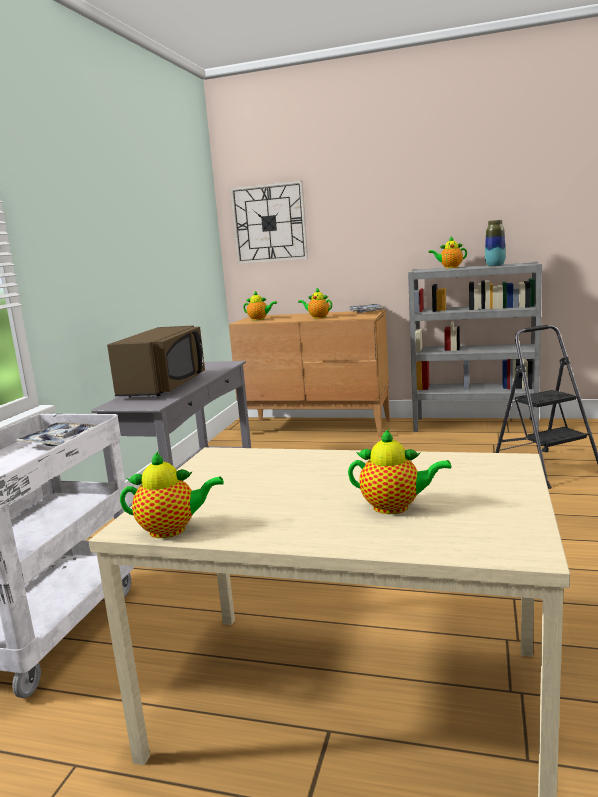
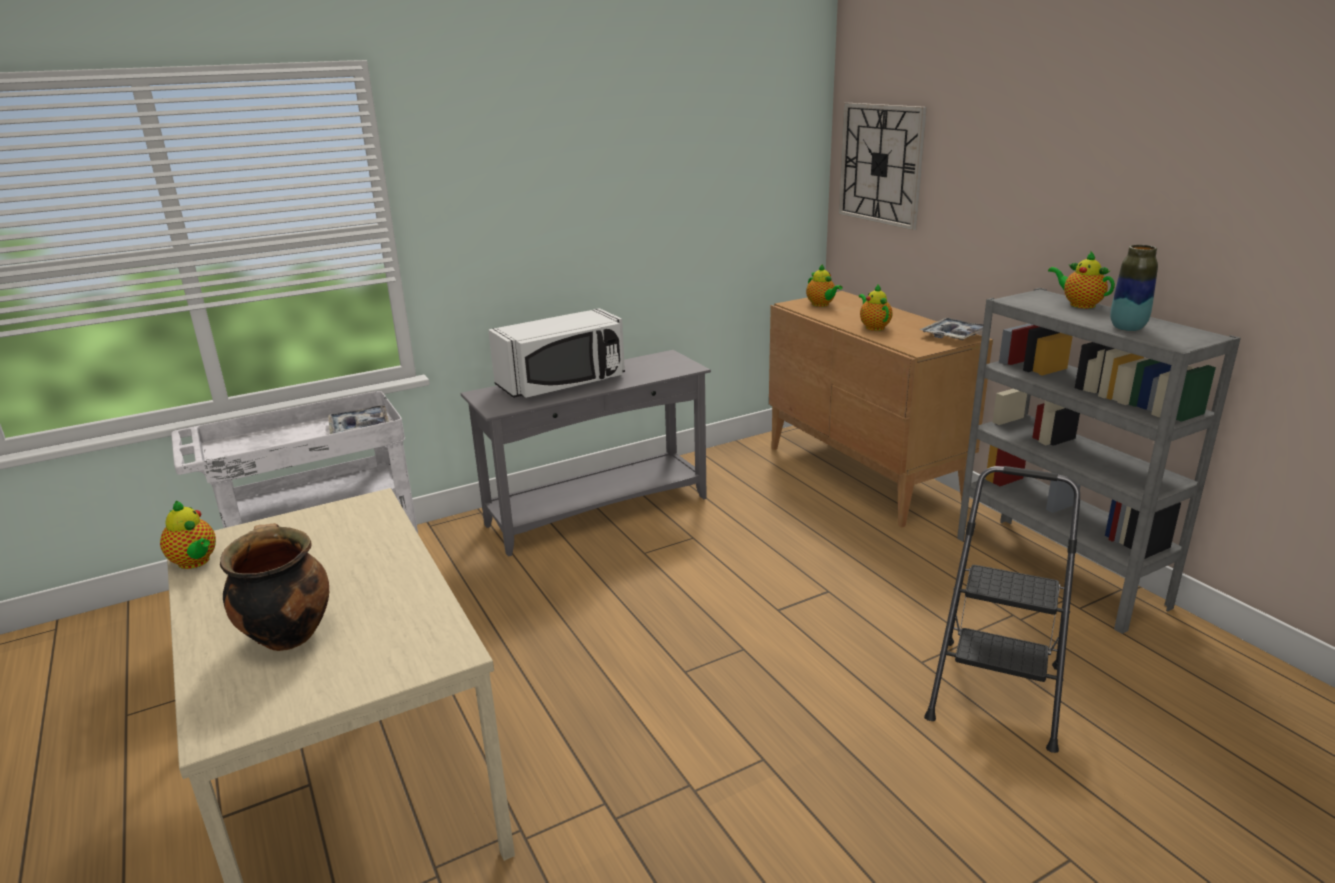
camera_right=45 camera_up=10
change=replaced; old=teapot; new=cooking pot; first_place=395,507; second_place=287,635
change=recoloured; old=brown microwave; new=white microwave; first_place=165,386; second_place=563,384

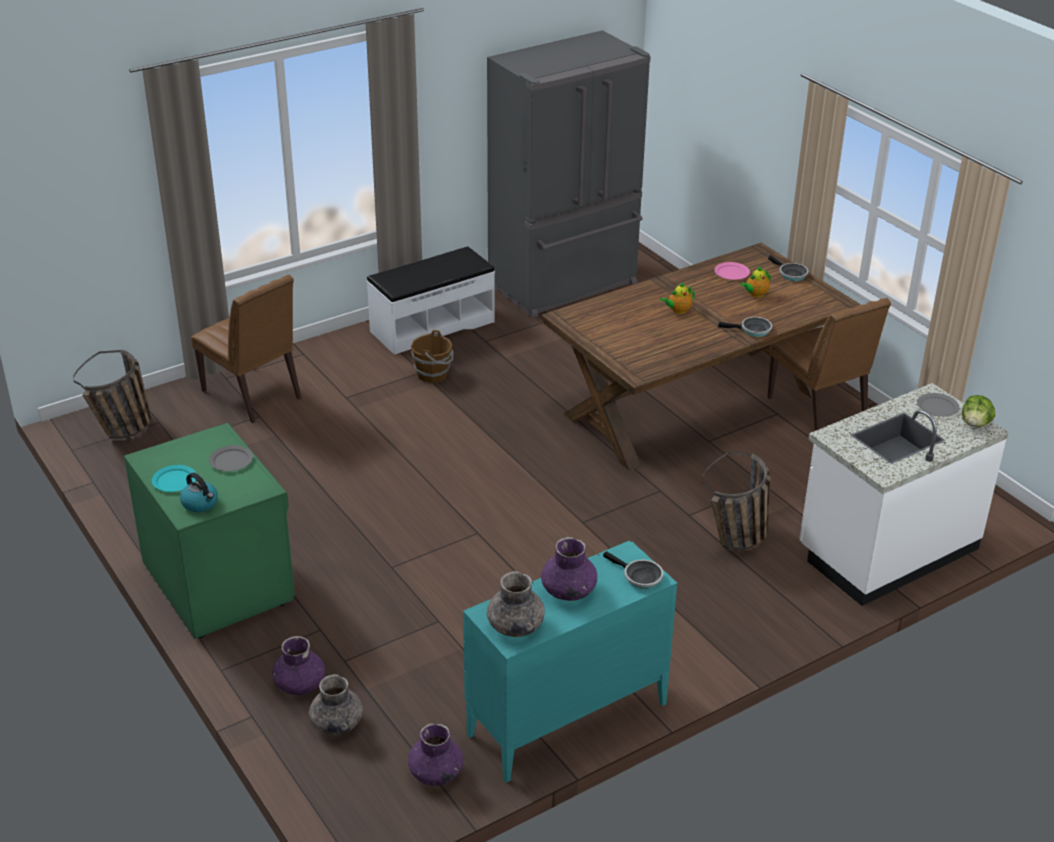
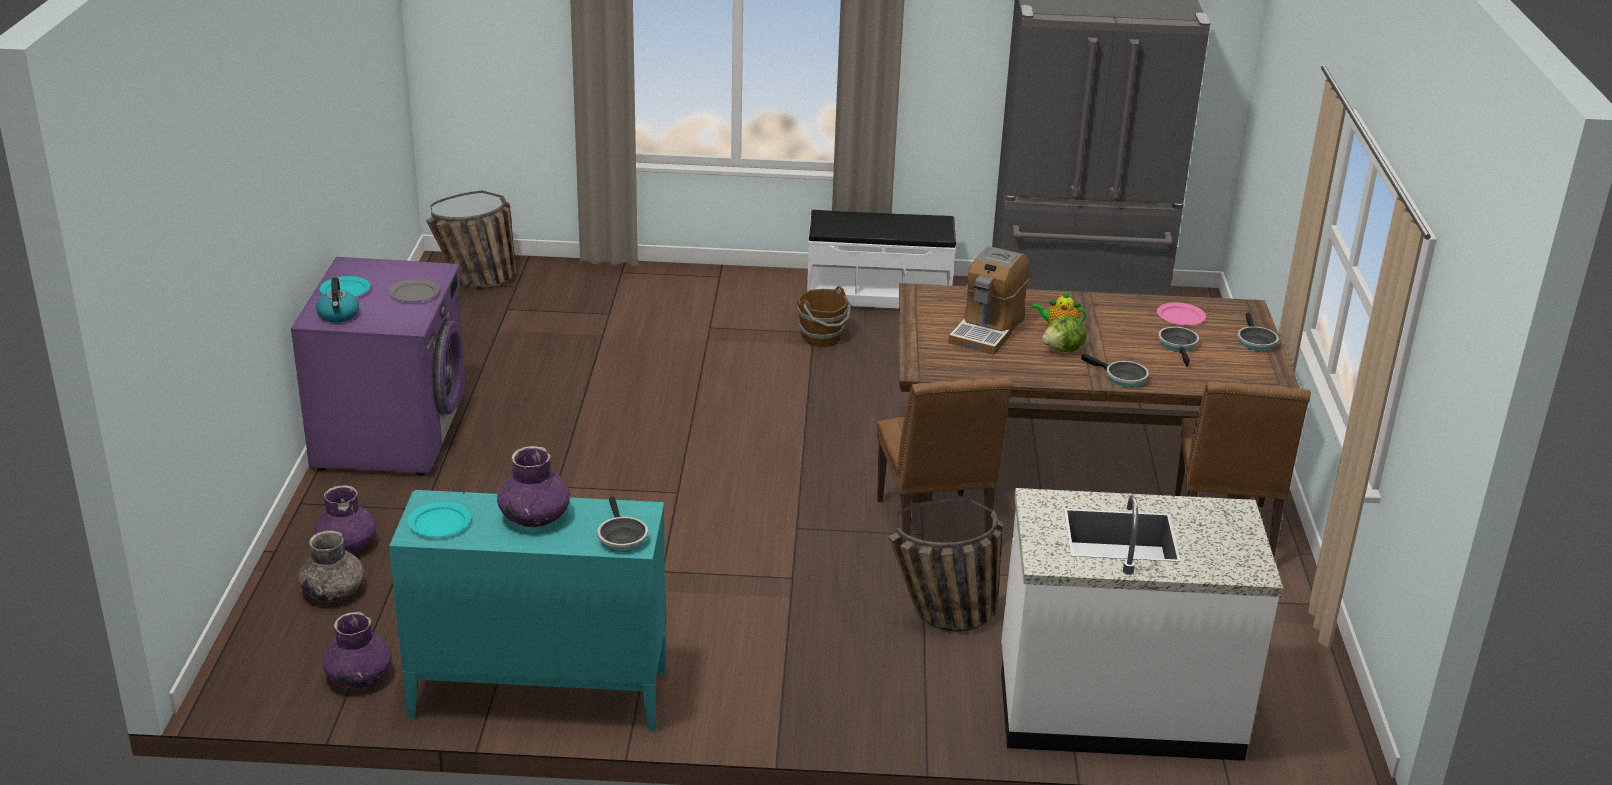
camera_right=35 camera_up=-5
change=recoloured; old=green washing machine; new=purple washing machine; first_place=220,582; second_place=394,433
change=replaced; old=grey vase; new=turquoise plate; first_place=515,625; second_place=439,522
change=moved; old=brown chair; first_place=251,394; second_place=932,528
change=added; new=coffee machine; second_place=987,330
change=moved; old=lettuce; first_place=975,424; second_place=1063,350
change=replaced; old=teapot; new=frying pan; first_place=755,294; second_place=1178,346
change=removed; old=grey plate; first_place=937,407

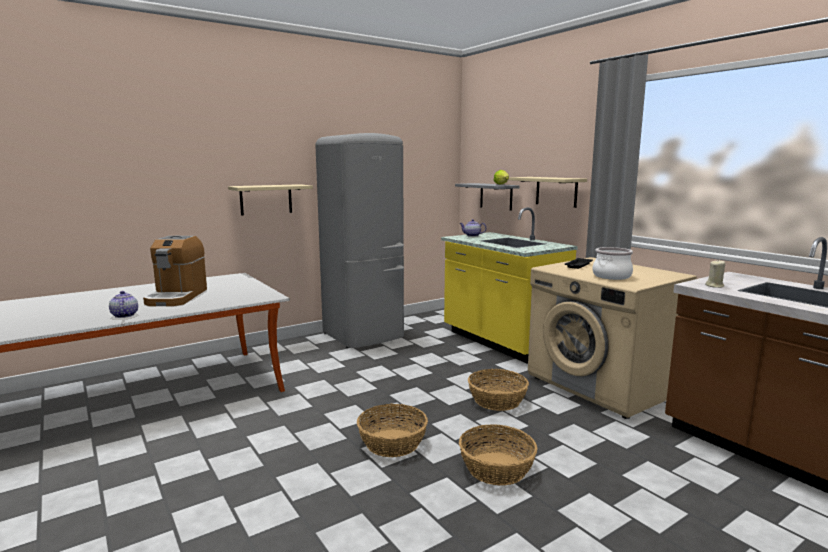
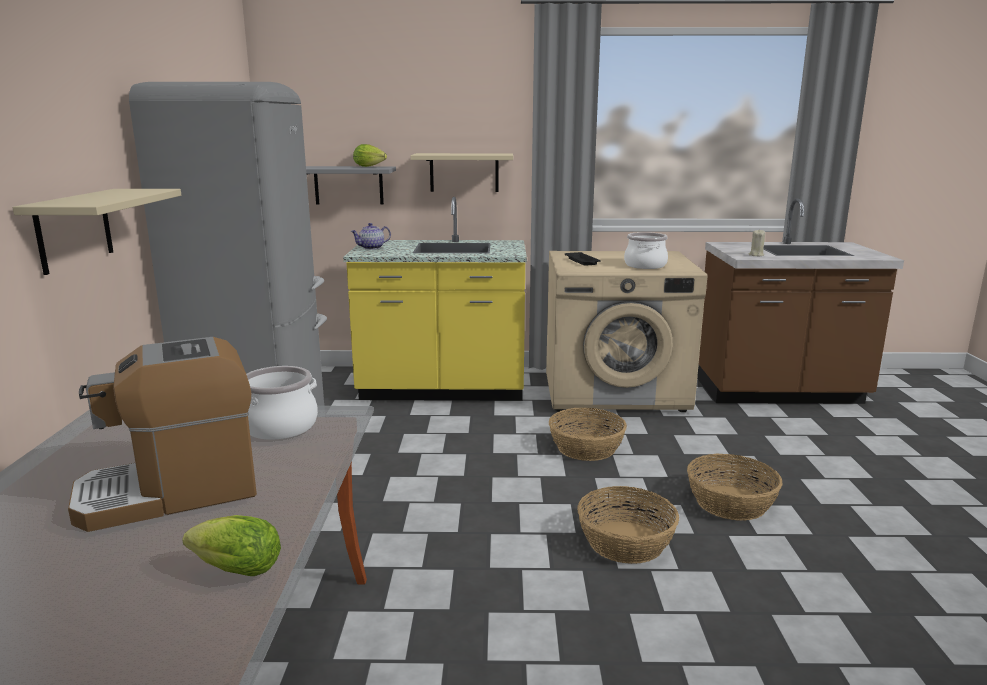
camera_right=-55 camera_up=5
change=turned; old=coffee machine; first_place=177,297; second_place=172,492; degrees=120
change=replaced; old=teapot; new=lettuce; first_place=124,315; second_place=232,570
change=added; new=cooking pot; second_place=280,427

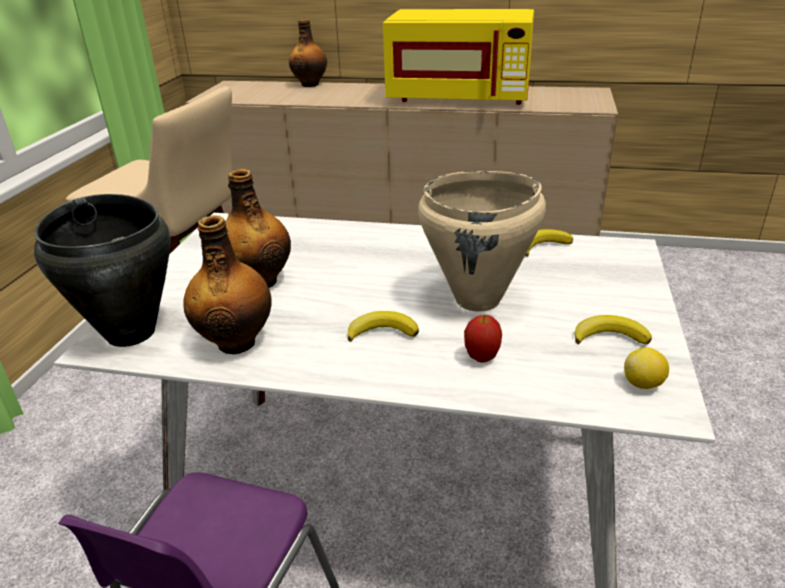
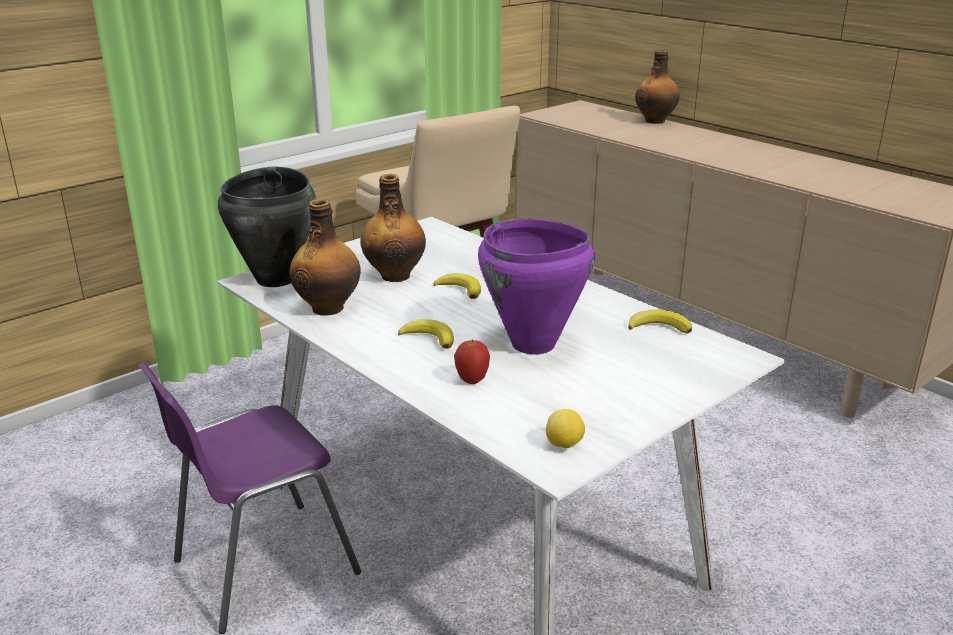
camera_right=35 camera_up=-5
change=moved; old=banana; first_place=609,336; second_place=460,289
change=recoloured; old=beige cooking pot; new=purple cooking pot; first_place=478,300; second_place=533,345
change=removed; old=yellow microwave; first_place=459,98

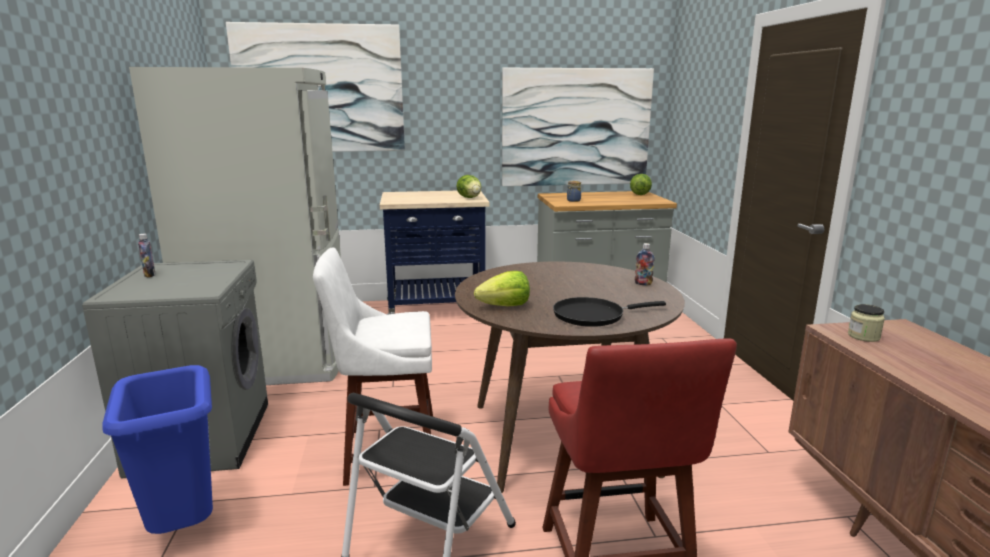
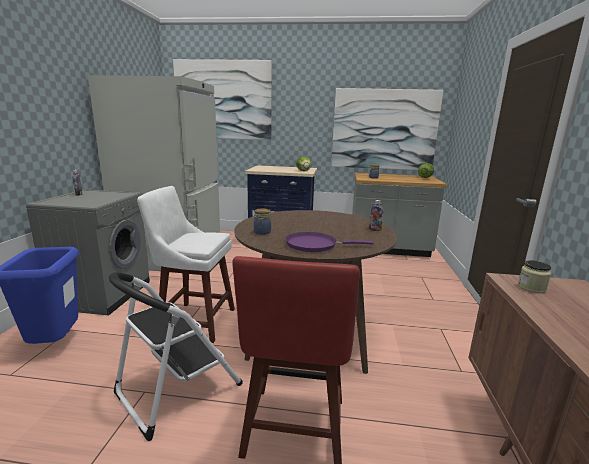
camera_right=15 camera_up=0
change=replaced; old=lettuce; new=jar; first_place=505,306; second_place=262,233
change=recoloured; old=black frying pan; new=purple frying pan; first_place=593,315; second_place=315,245

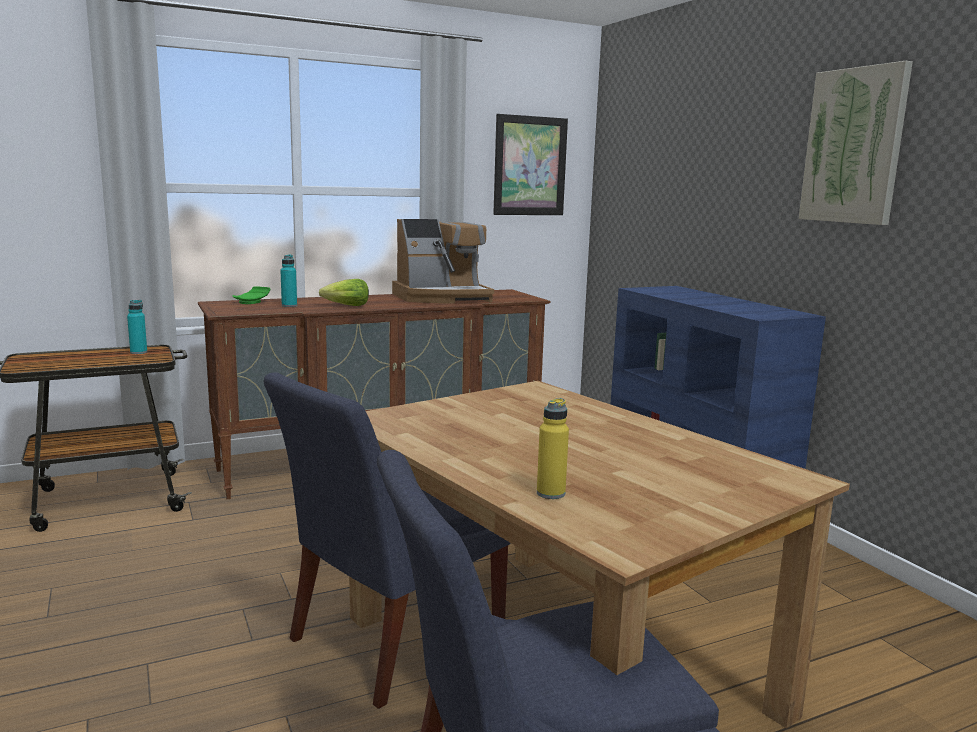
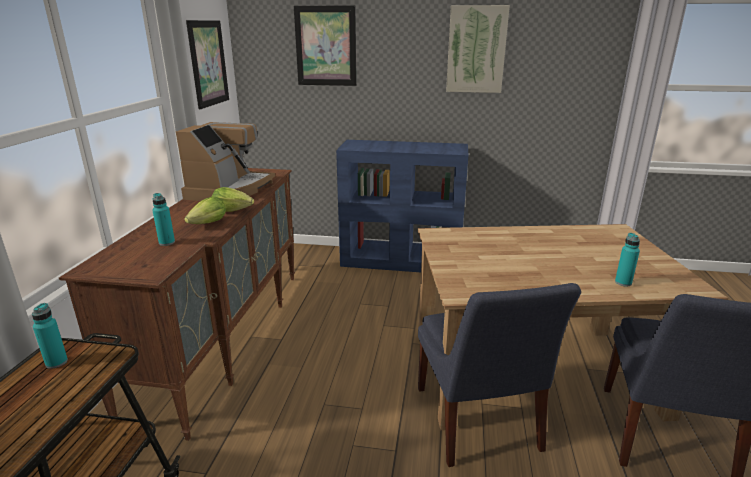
camera_right=-55 camera_up=10
change=added; new=lettuce; second_place=233,210
change=added; new=picture; second_place=326,46
change=recoloured; old=yellow bottle; new=turquoise bottle; first_place=550,493; second_place=623,282
change=removed; old=green plate; first_place=252,302

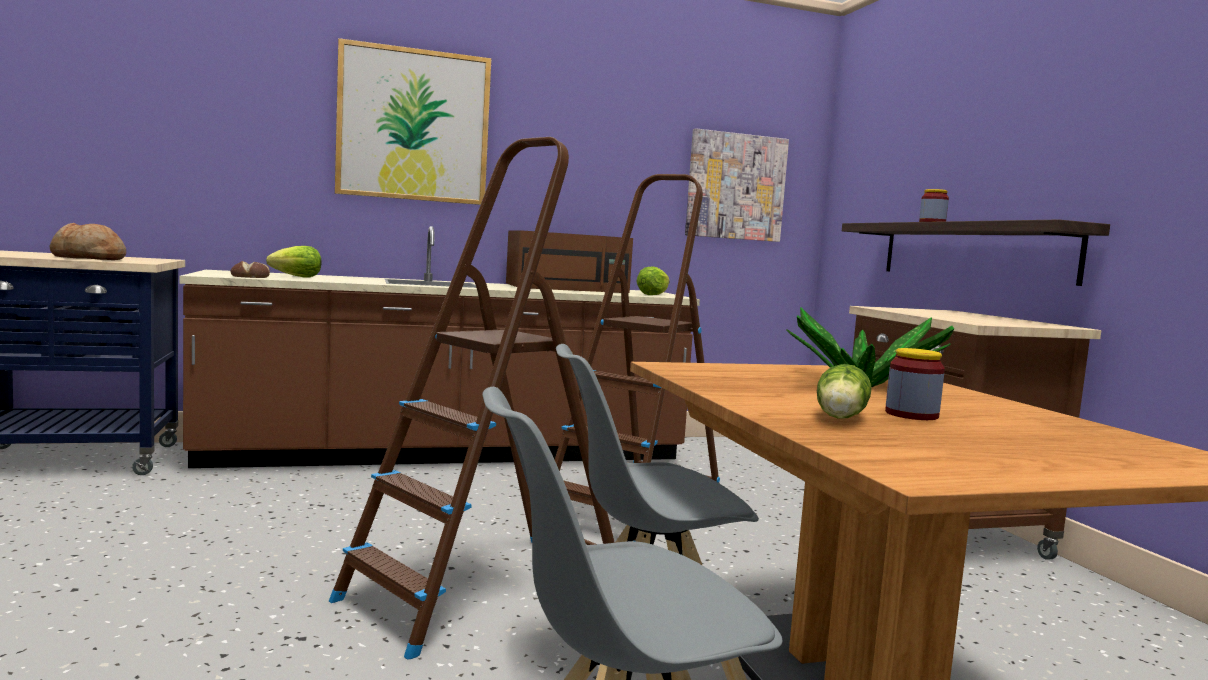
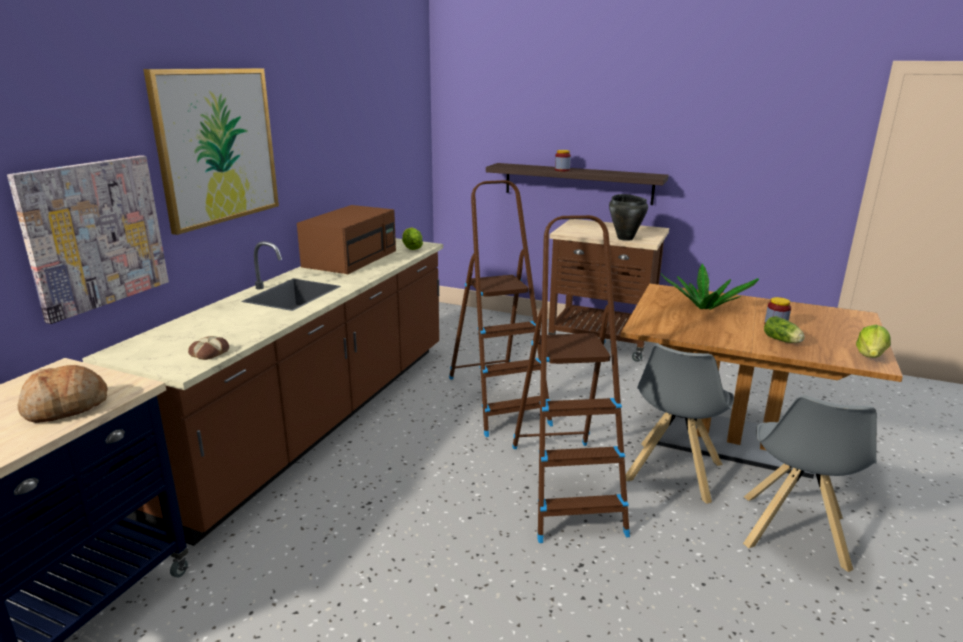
camera_right=-50 camera_up=15
change=moved; old=picture; first_place=735,186; second_place=95,234
change=added; new=black cooking pot; second_place=625,238
change=moved; old=lettuce; first_place=297,277; second_place=870,356

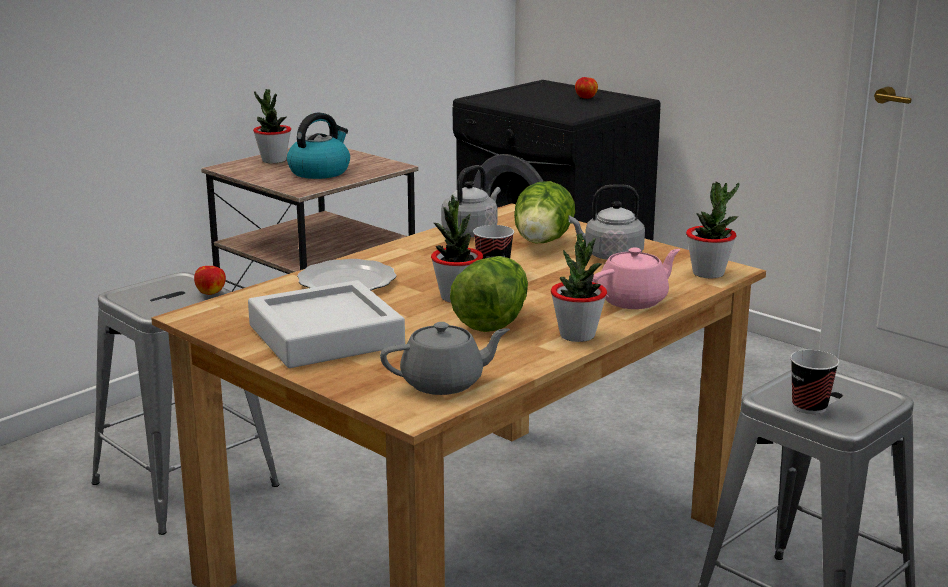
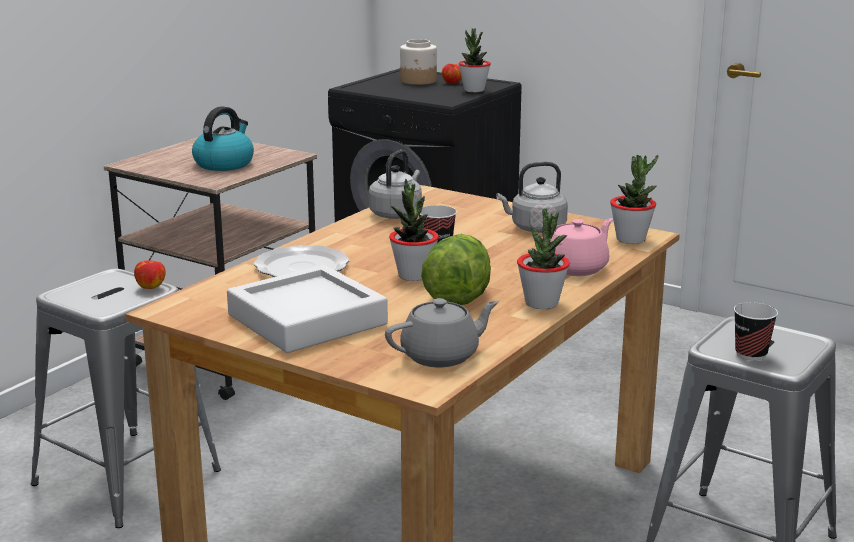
camera_right=-10 camera_up=0
change=added; new=jar; second_place=418,81
change=moved; old=potted plant; first_place=273,160; second_place=474,90
change=removed; old=lettuce; first_place=542,243

